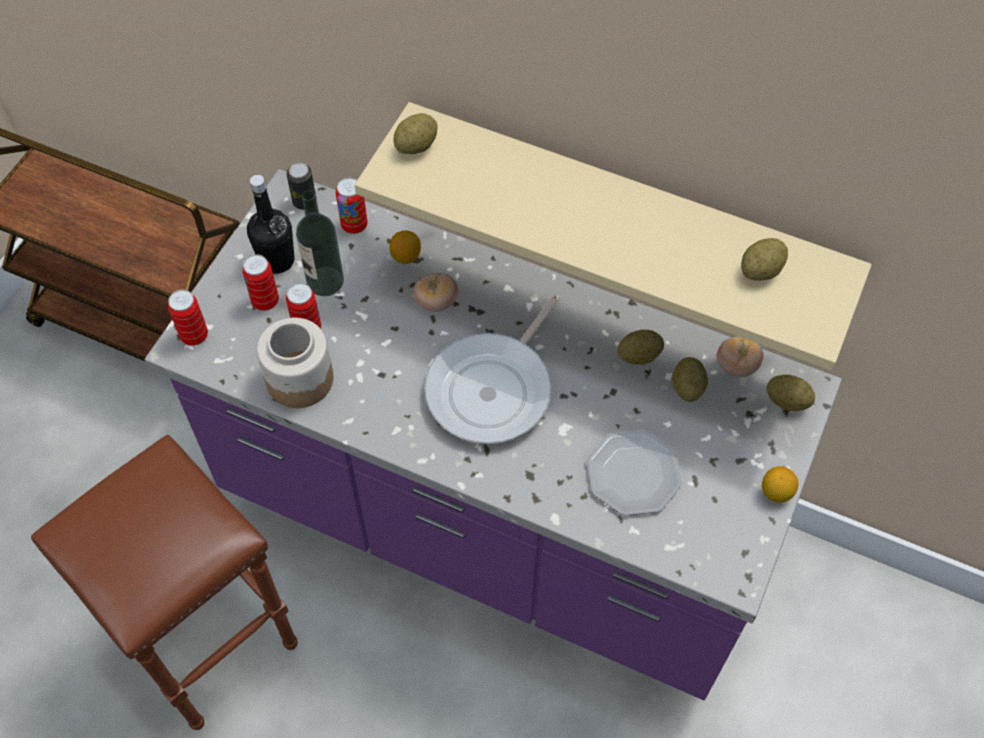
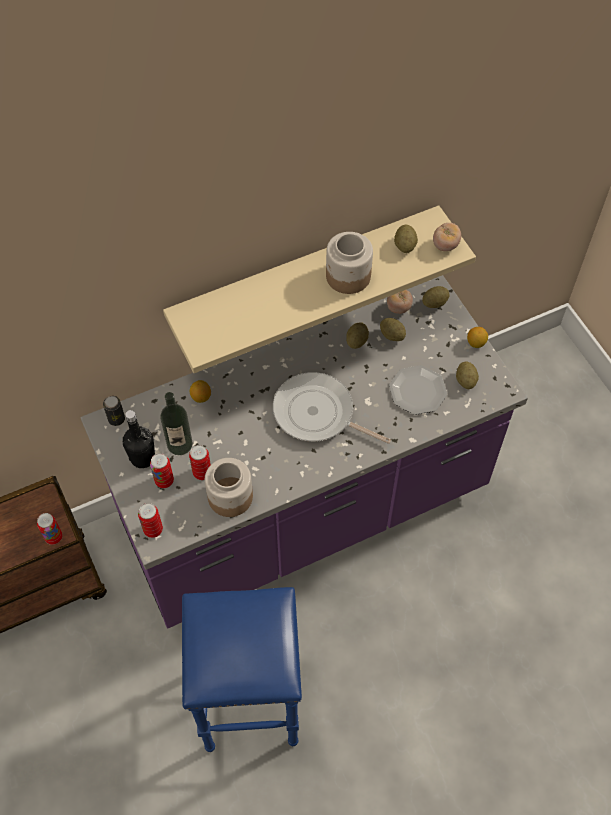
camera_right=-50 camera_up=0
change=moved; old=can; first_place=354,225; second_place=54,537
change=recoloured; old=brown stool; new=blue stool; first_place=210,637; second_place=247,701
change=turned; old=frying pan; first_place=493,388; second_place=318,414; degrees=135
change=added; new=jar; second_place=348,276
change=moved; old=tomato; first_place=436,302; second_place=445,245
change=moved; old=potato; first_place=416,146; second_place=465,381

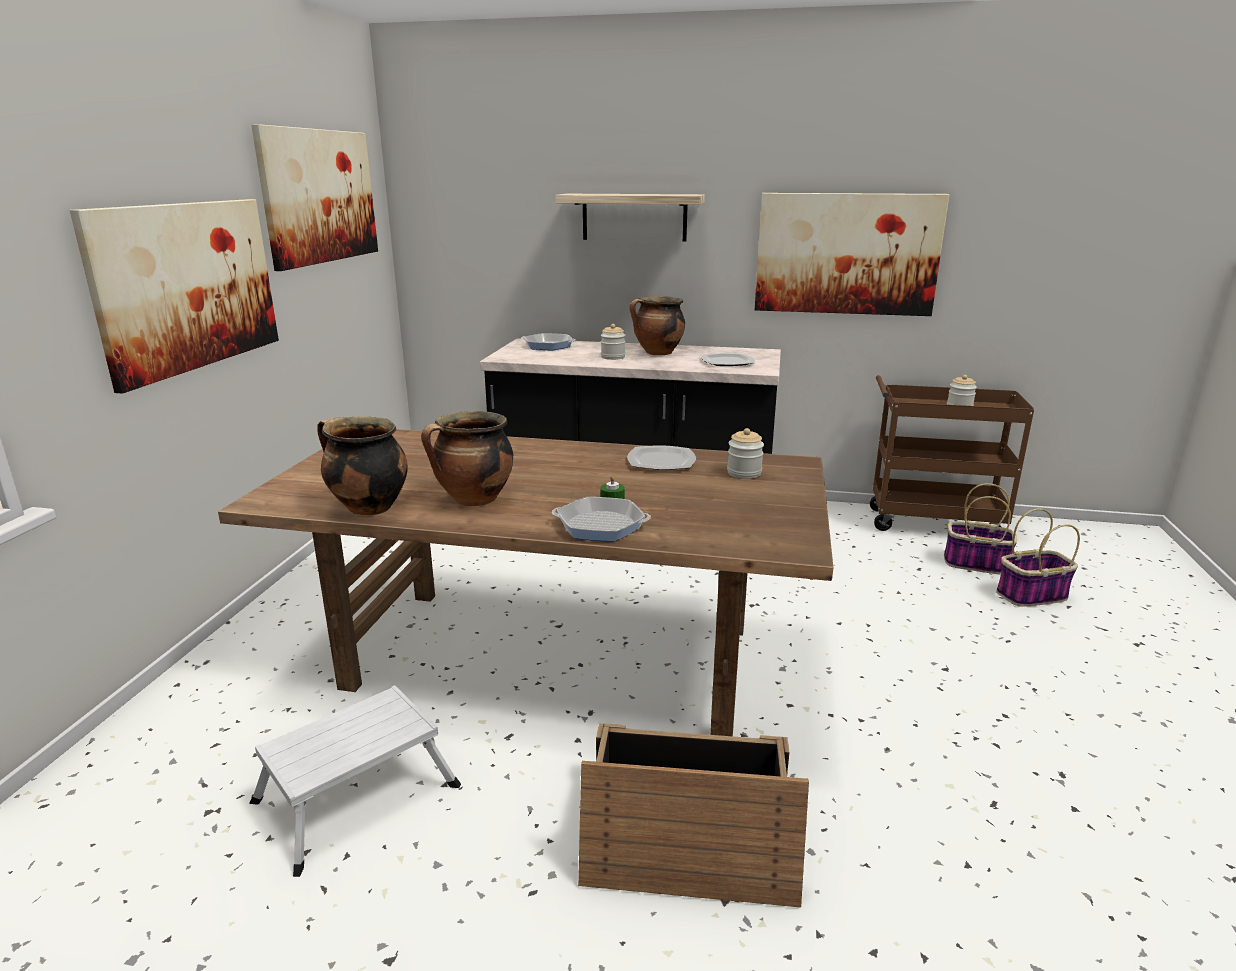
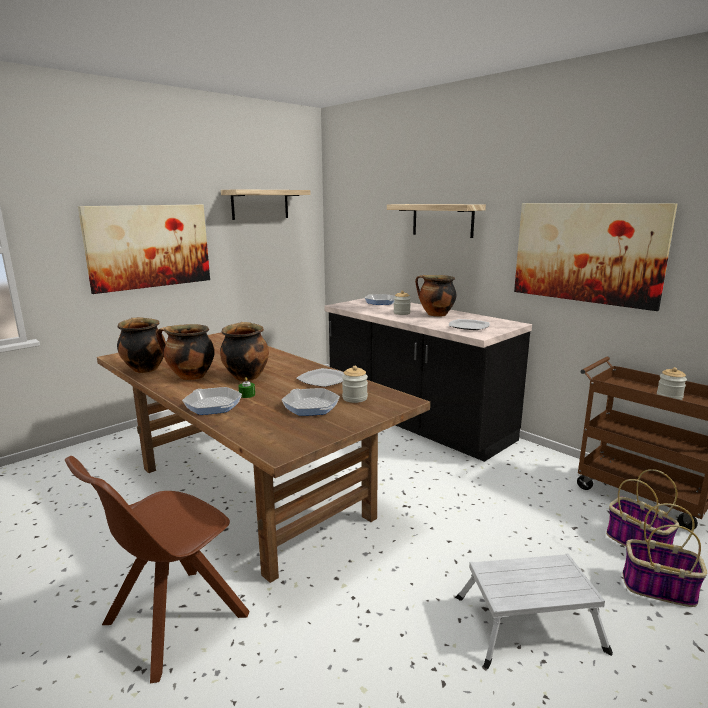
camera_right=35 camera_up=-5
change=replaced; old=crate; new=brown chair; first_place=687,836; second_place=172,621
change=added; new=cooking pot; second_place=246,376
change=replaced; old=picture; new=shelf; first_place=319,196; second_place=260,204
change=added; new=frying pan; second_place=311,406
change=moved; old=white step ladder; first_place=355,794; second_place=527,623

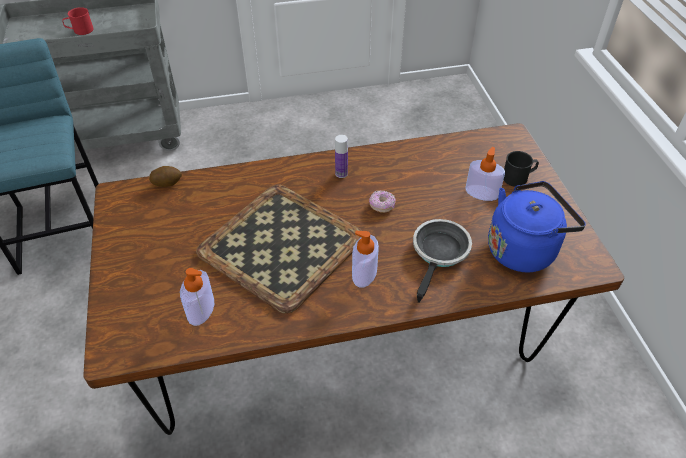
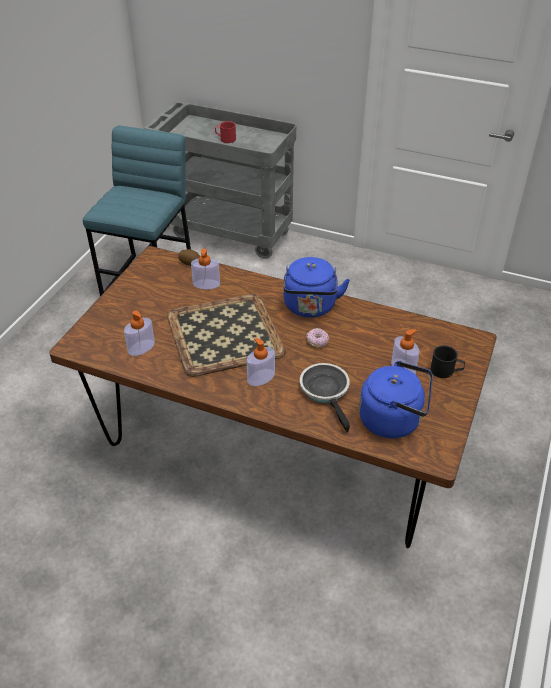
camera_right=35 camera_up=-5
change=added; new=soap dispenser; second_place=206,284
change=replaced; old=bottle; new=blue kettle; first_place=341,173; second_place=310,308
change=turned; old=frying pan; first_place=439,253; second_place=326,391; degrees=-75

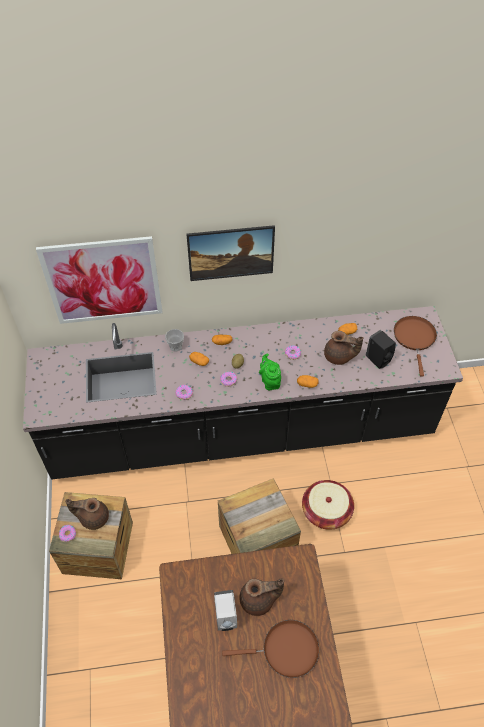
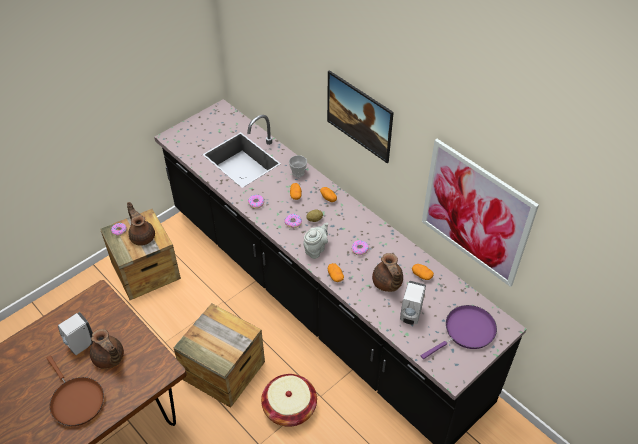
camera_right=55 camera_up=-5
change=recoloured; old=green teapot; new=grey teapot; first_place=270,381; second_place=316,249
change=recoloured; old=black soap dispenser; new=white soap dispenser; first_place=378,361; second_place=410,315
change=recoloured; old=brown frying pan; new=purple frying pan; first_place=414,338; second_place=466,331
change=moved; old=picture; first_place=103,281; second_place=475,213

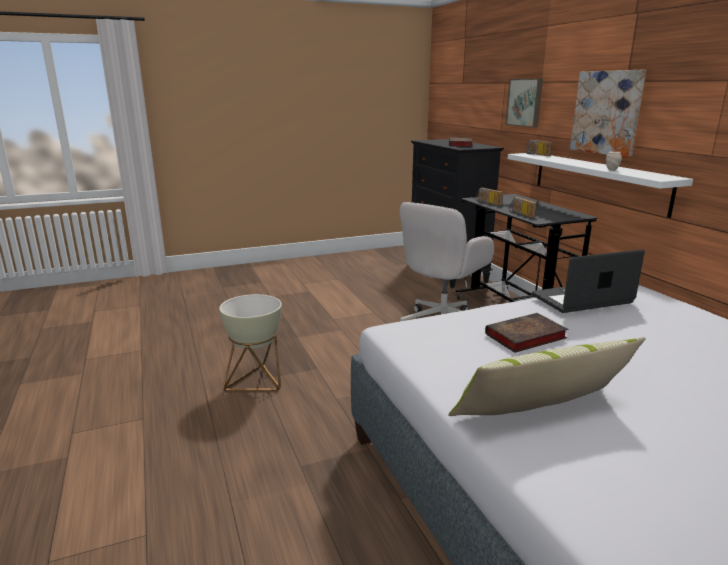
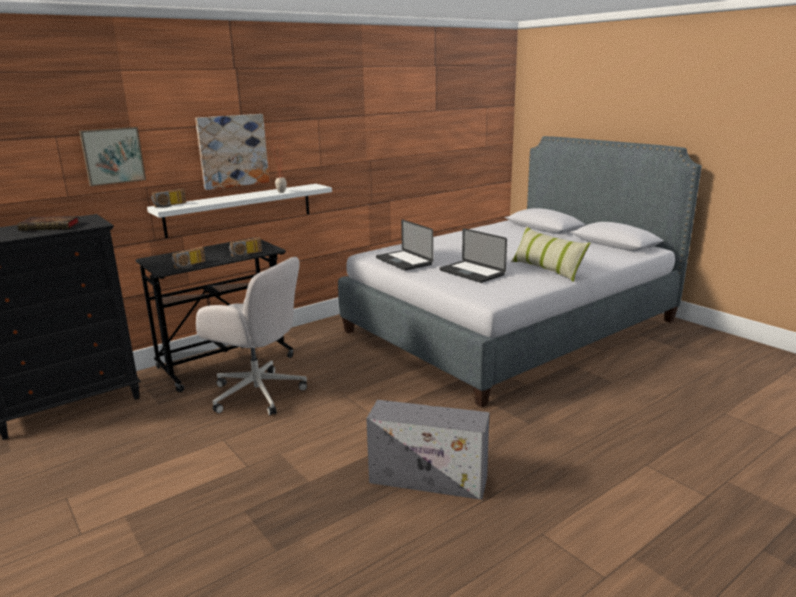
camera_right=-105 camera_up=0
change=replaced; old=planter; new=grey storage box; first_place=256,382; second_place=430,480
change=replaced; old=book; new=laptop; first_place=524,337; second_place=471,273

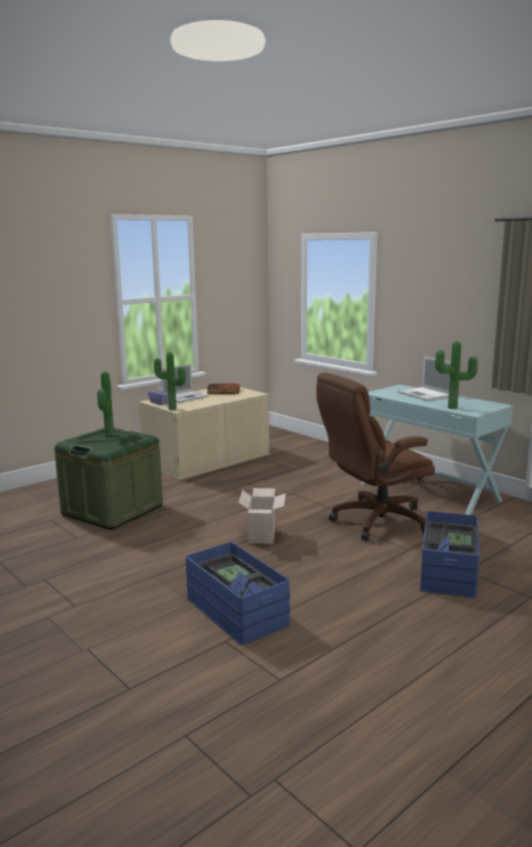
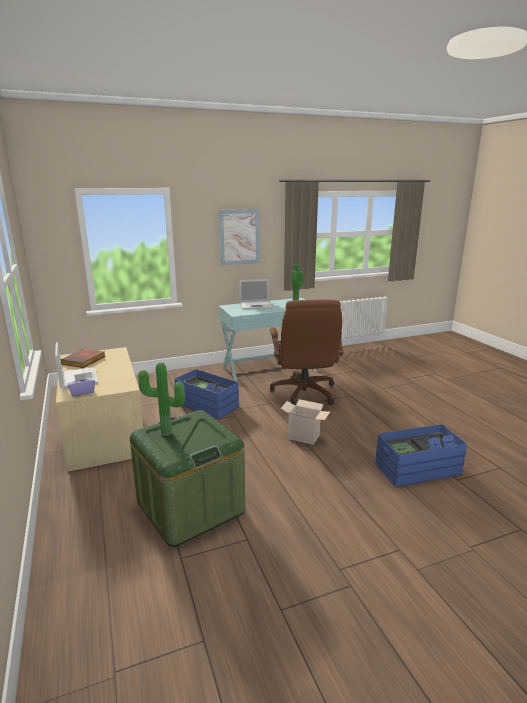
camera_right=-70 camera_up=5
change=moved; old=blue storage box; first_place=449,571; second_place=207,404
change=added; new=picture; second_place=239,237
change=removed; old=potted plant; first_place=171,409

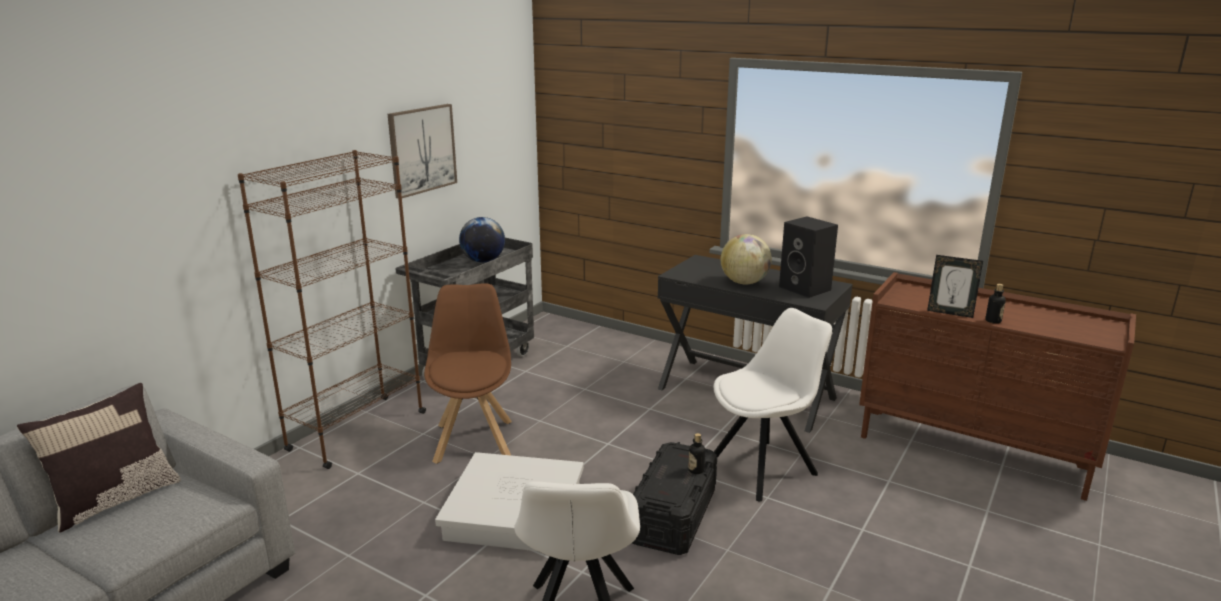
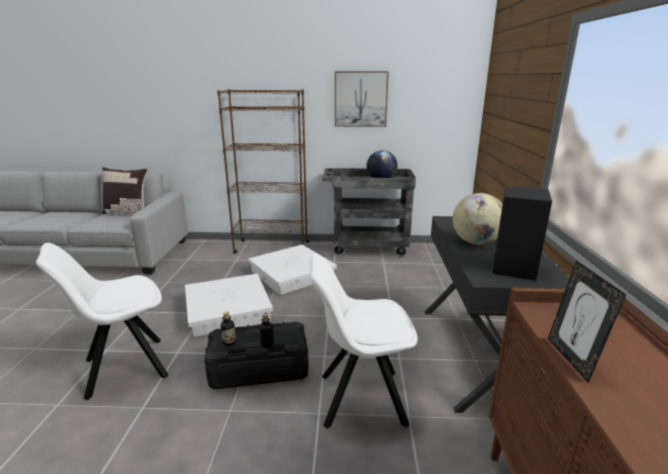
camera_right=60 camera_up=0
change=moved; old=bottle; first_place=993,321; second_place=229,342
change=replaced; old=brown chair; new=white storage box; first_place=474,438; second_place=292,274
change=turned; old=white chair; first_place=763,469; second_place=361,398; degrees=150

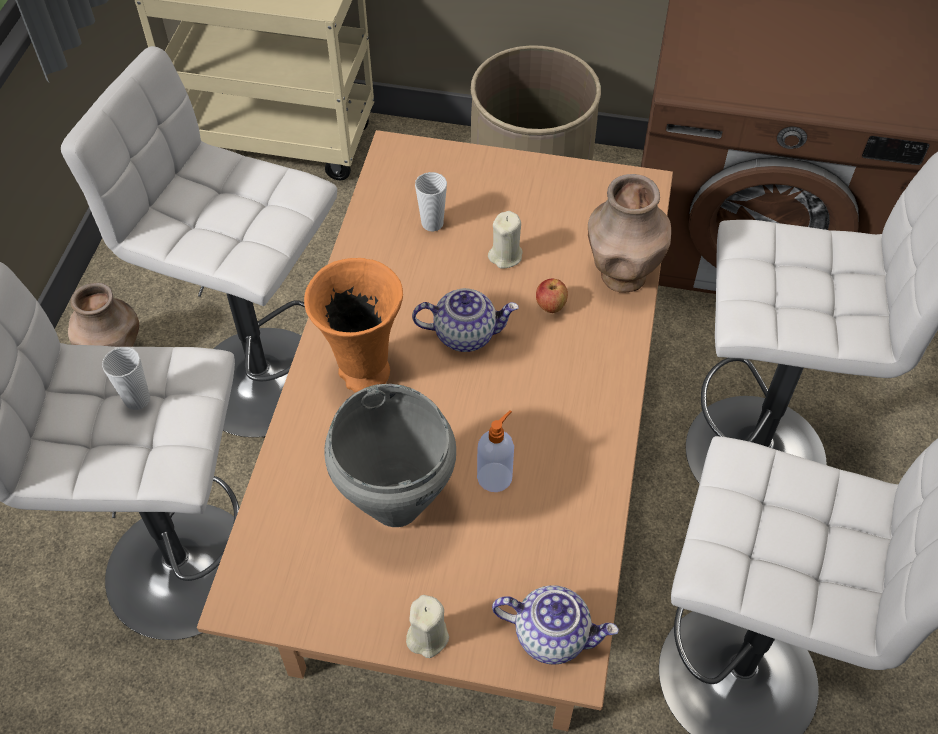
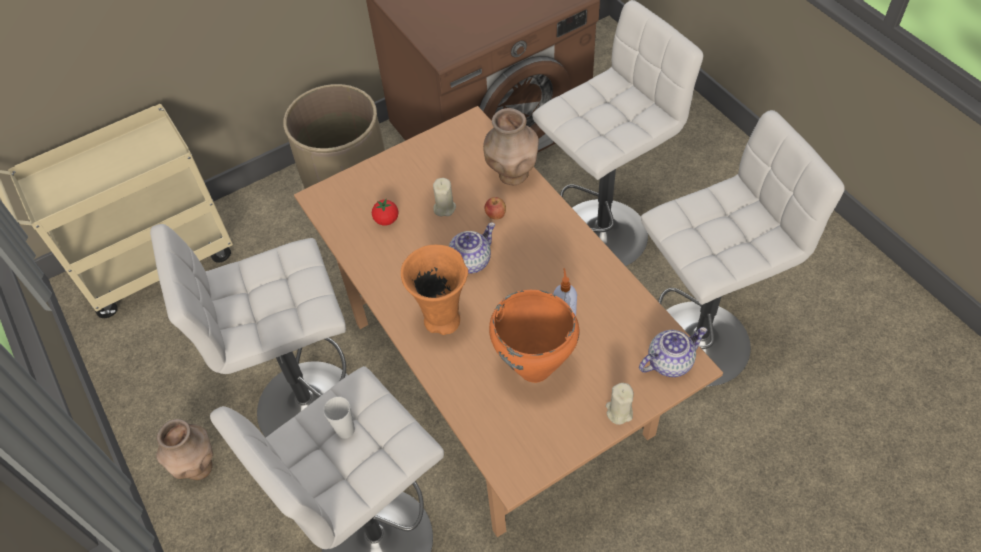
camera_right=-40 camera_up=0
change=replaced; old=cup; new=tomato; first_place=432,223; second_place=386,220
change=recoloured; old=grey cooking pot; new=orange cooking pot; first_place=395,506; second_place=535,369

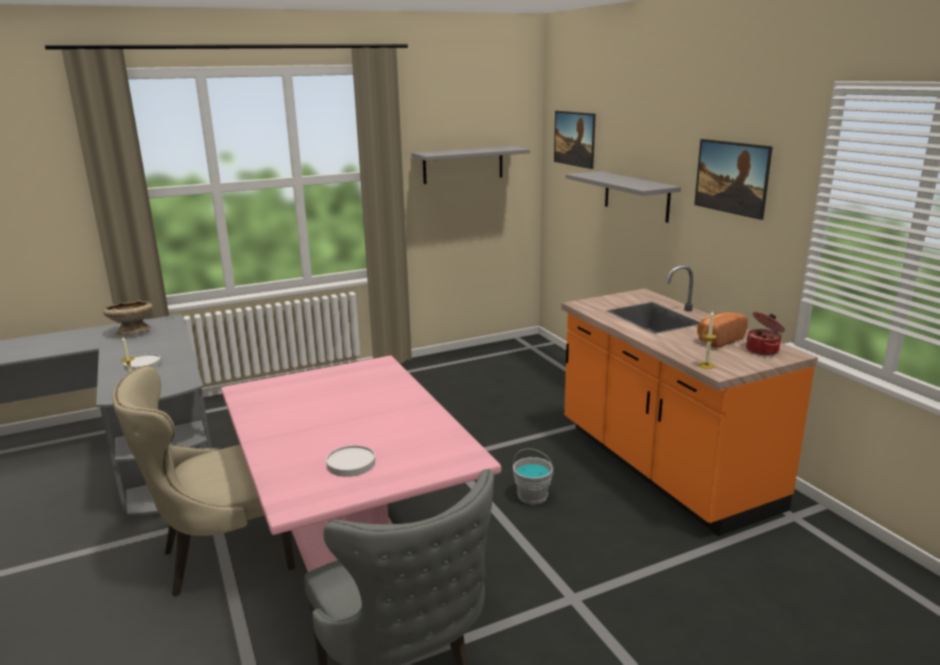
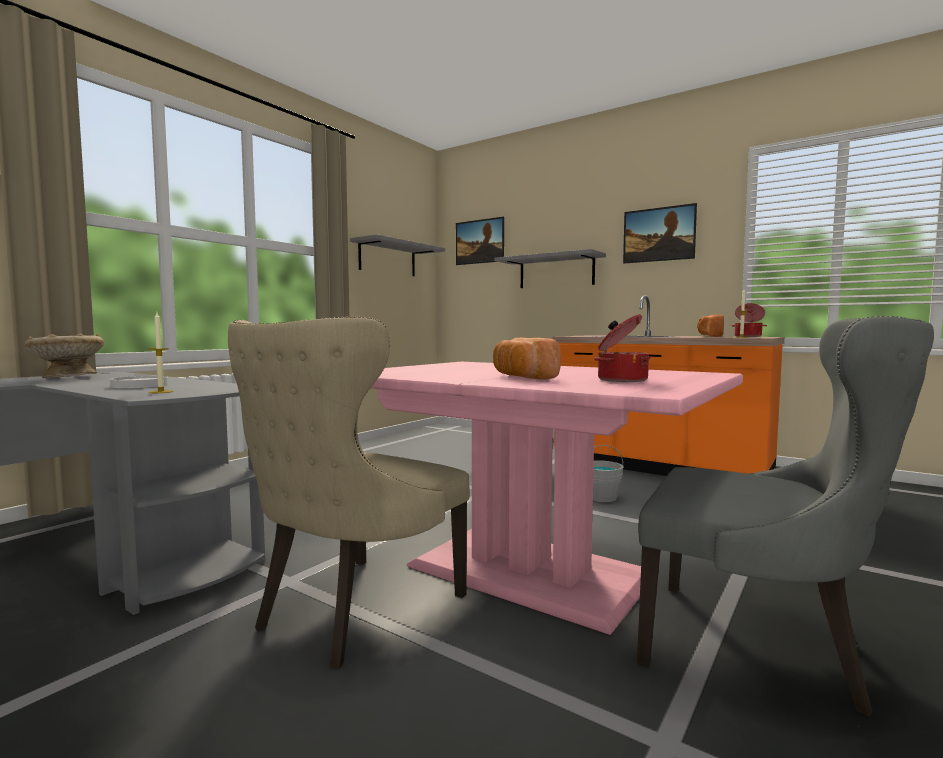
camera_right=-30 camera_up=-15
change=added; new=bread; second_place=522,377
change=replaced; old=white plate; new=cooking pot; first_place=350,463; second_place=621,380

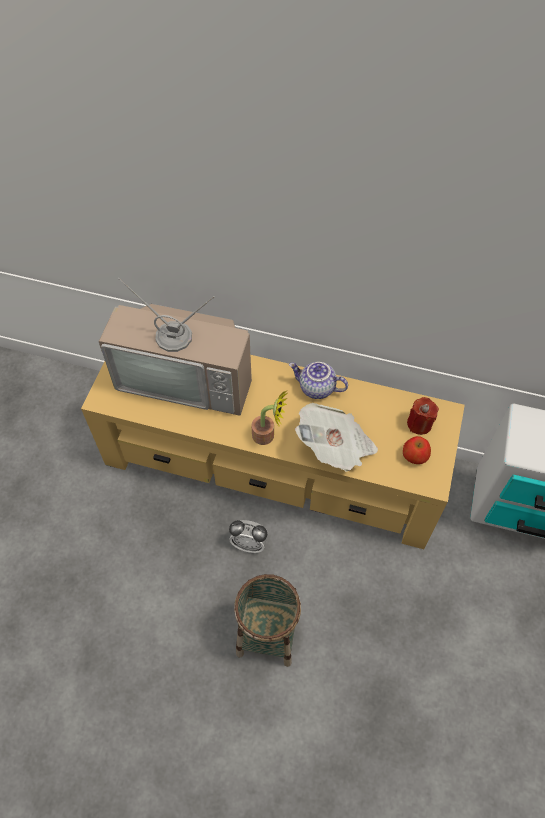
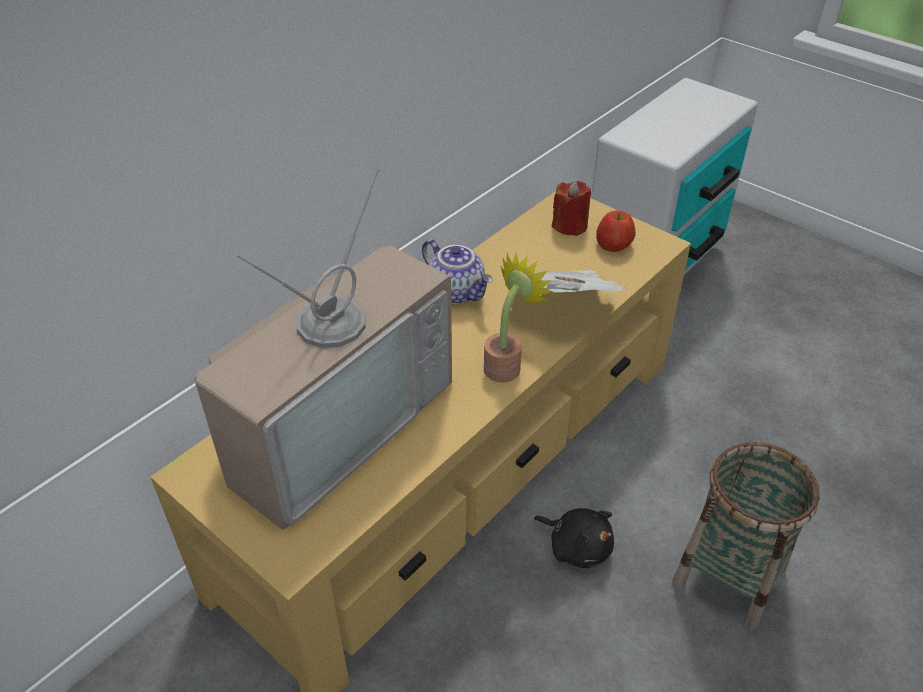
camera_right=-65 camera_up=-15
change=turned; old=teapot; first_place=316,388; second_place=458,291; degrees=-90
change=replaced; old=alarm clock; new=black plush toy; first_place=249,544; second_place=577,546

